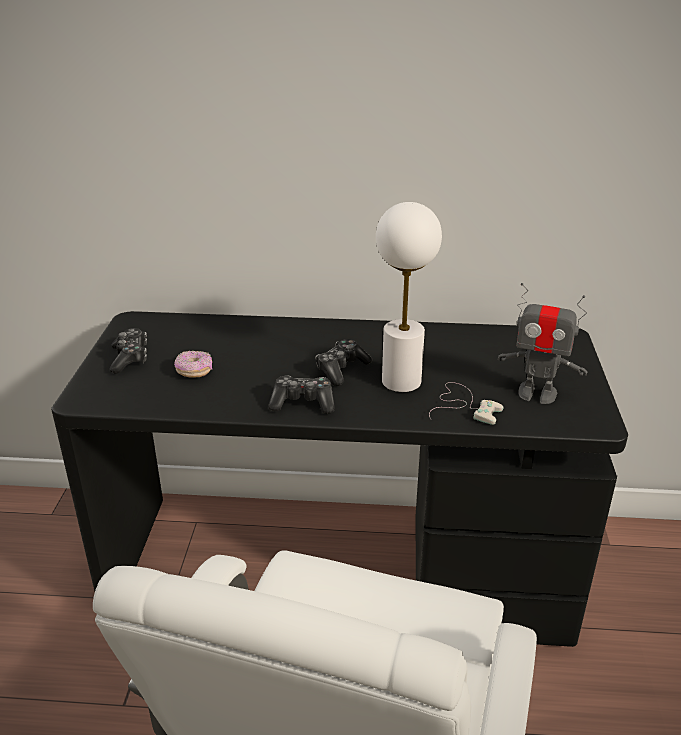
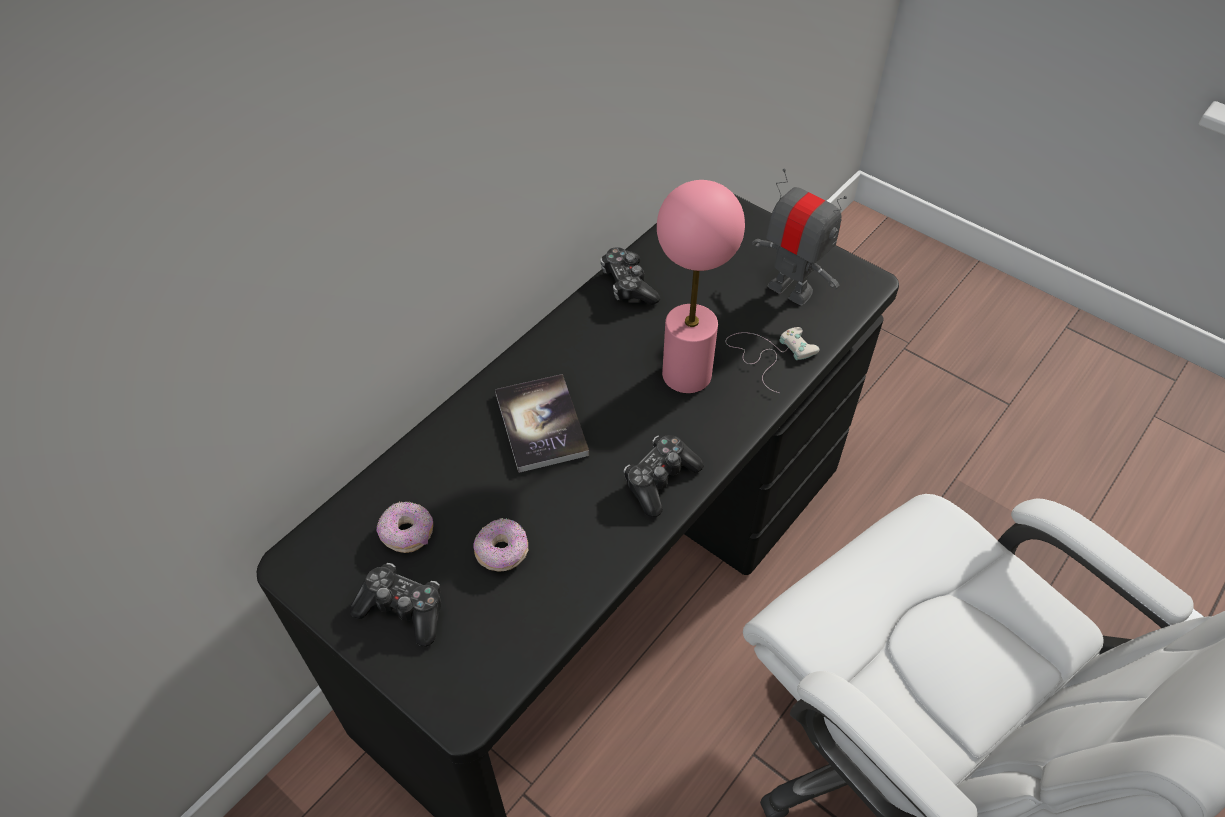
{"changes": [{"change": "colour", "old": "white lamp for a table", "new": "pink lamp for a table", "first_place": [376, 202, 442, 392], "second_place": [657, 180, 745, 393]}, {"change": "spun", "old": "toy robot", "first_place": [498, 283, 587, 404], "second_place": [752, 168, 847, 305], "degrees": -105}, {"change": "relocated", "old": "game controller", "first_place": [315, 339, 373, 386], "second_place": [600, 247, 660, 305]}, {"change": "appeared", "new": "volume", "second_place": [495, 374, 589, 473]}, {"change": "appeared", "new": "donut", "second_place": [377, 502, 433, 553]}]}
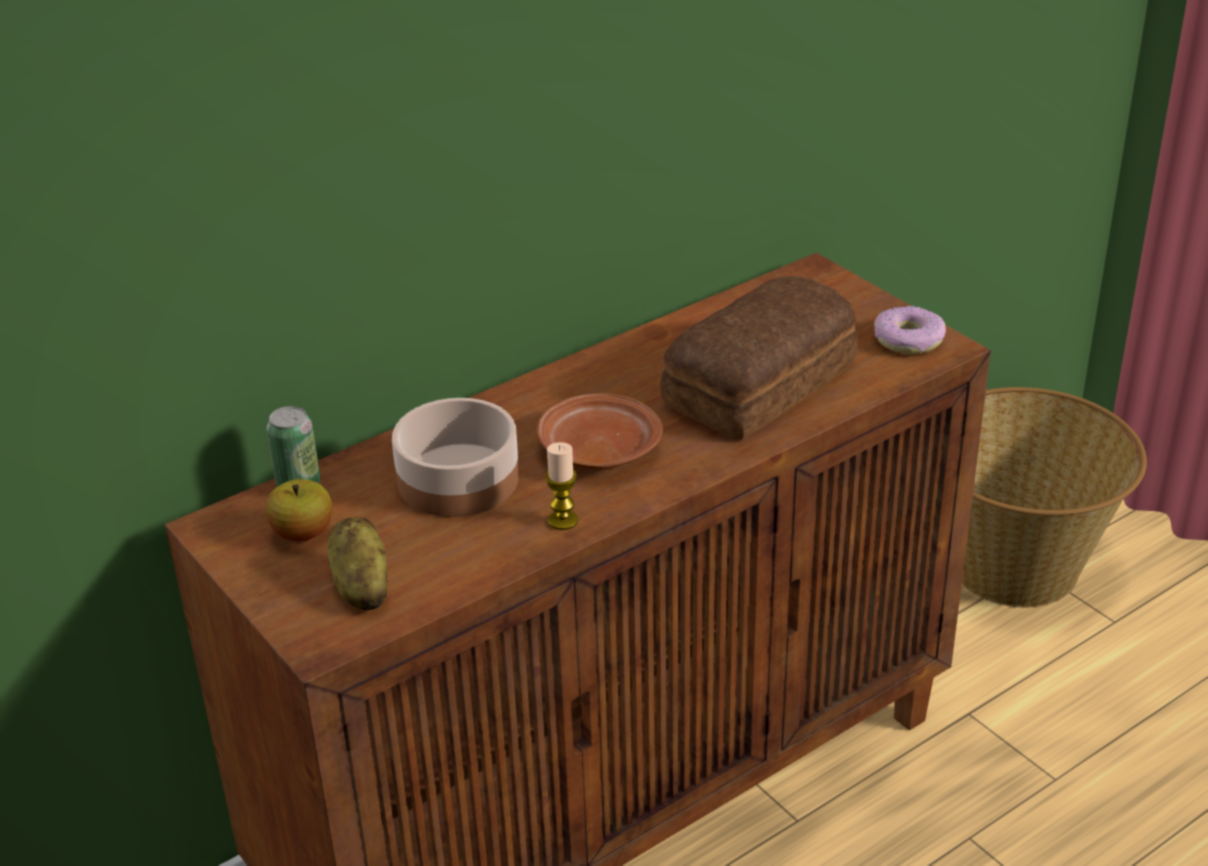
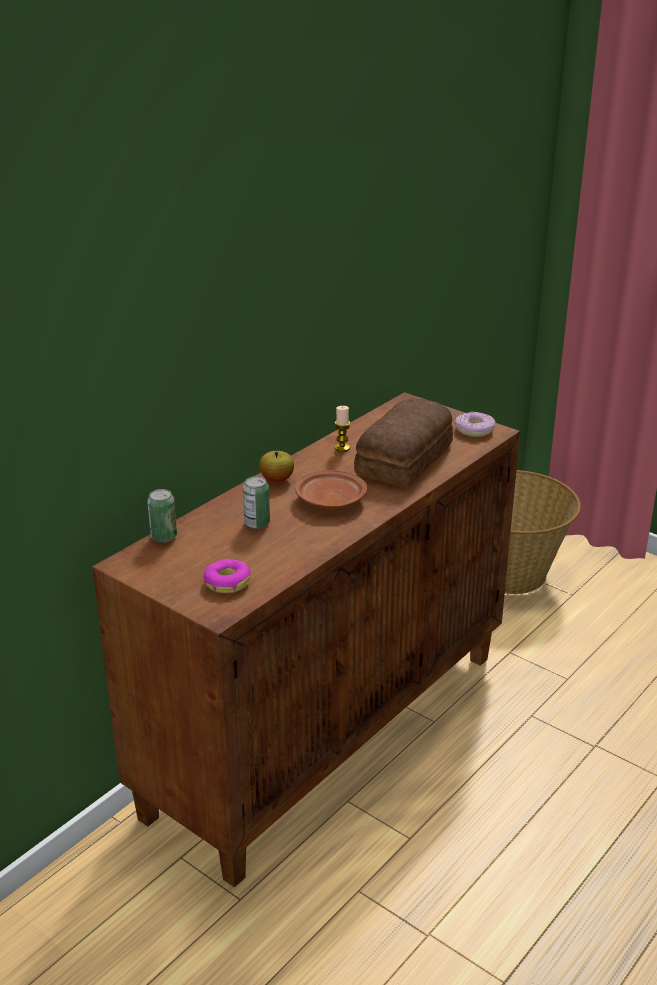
{"changes": [{"change": "exchanged", "old": "deep dish", "new": "sealed can", "first_place": [392, 398, 519, 517], "second_place": [243, 476, 270, 529]}, {"change": "relocated", "old": "wax candle", "first_place": [545, 442, 578, 530], "second_place": [335, 406, 350, 452]}, {"change": "relocated", "old": "apple", "first_place": [266, 479, 332, 541], "second_place": [259, 451, 294, 482]}, {"change": "exchanged", "old": "spud", "new": "donut", "first_place": [327, 517, 388, 610], "second_place": [203, 559, 251, 593]}]}
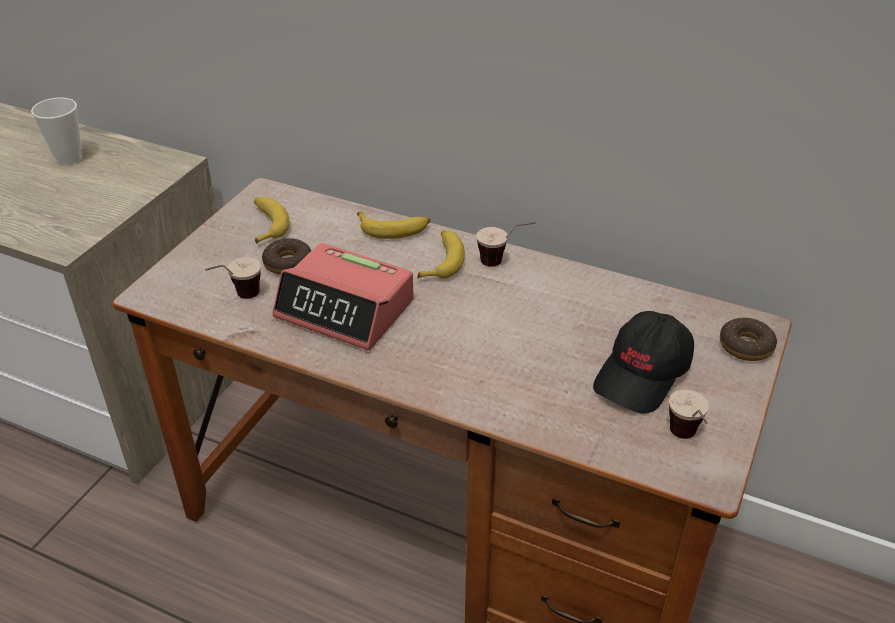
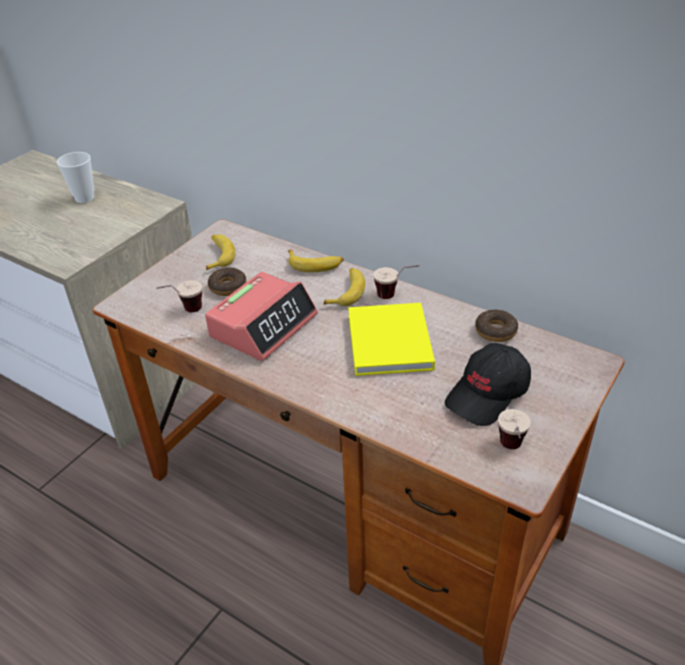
{"changes": [{"change": "spun", "old": "alarm clock", "first_place": [272, 243, 414, 350], "second_place": [205, 272, 318, 361], "degrees": -90}, {"change": "relocated", "old": "donut", "first_place": [720, 318, 777, 361], "second_place": [475, 310, 518, 342]}, {"change": "appeared", "new": "yellowish volume", "second_place": [348, 303, 435, 376]}]}
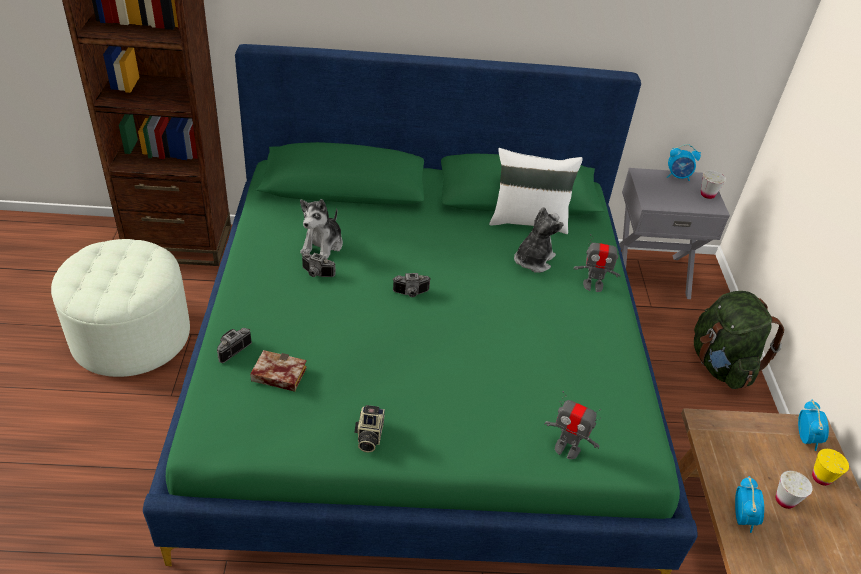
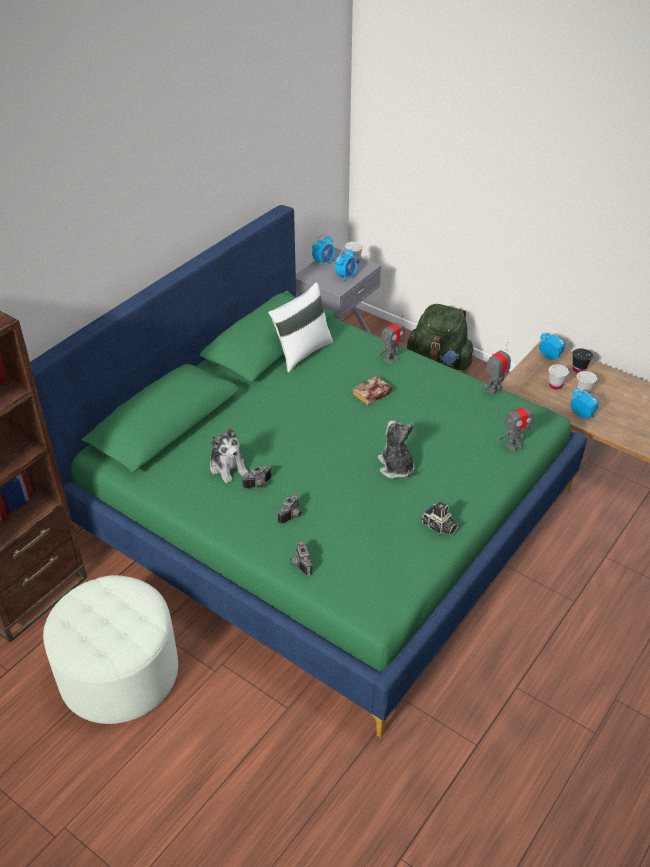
{"changes": [{"change": "relocated", "old": "cuddly toy", "first_place": [514, 207, 563, 273], "second_place": [378, 420, 415, 479]}, {"change": "relocated", "old": "still camera", "first_place": [393, 273, 431, 297], "second_place": [278, 493, 301, 524]}, {"change": "relocated", "old": "volume", "first_place": [250, 350, 307, 392], "second_place": [352, 376, 392, 406]}, {"change": "colour", "old": "yellowish drinking cup", "new": "black drinking cup", "first_place": [812, 449, 849, 486], "second_place": [573, 349, 593, 373]}, {"change": "appeared", "new": "alarm clock", "second_place": [335, 249, 357, 282]}, {"change": "appeared", "new": "toy robot", "second_place": [485, 342, 511, 395]}, {"change": "appeared", "new": "white drinking cup", "second_place": [549, 364, 569, 389]}]}
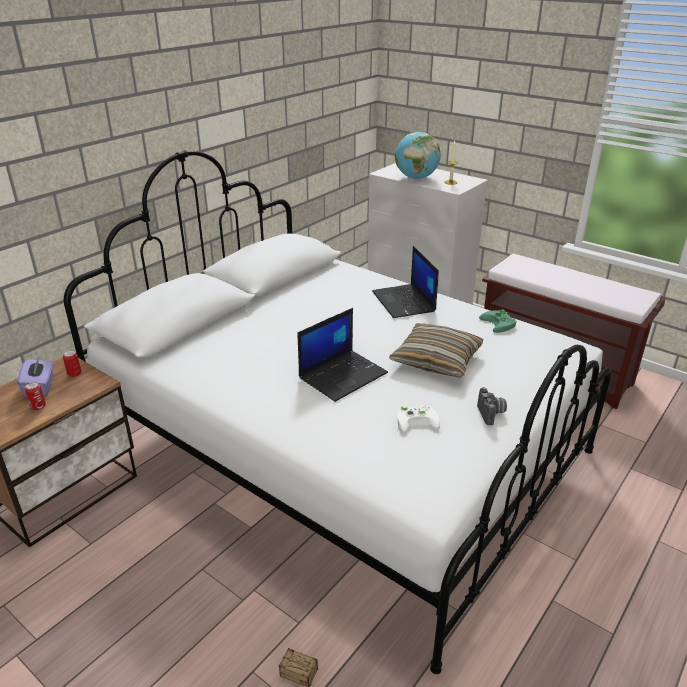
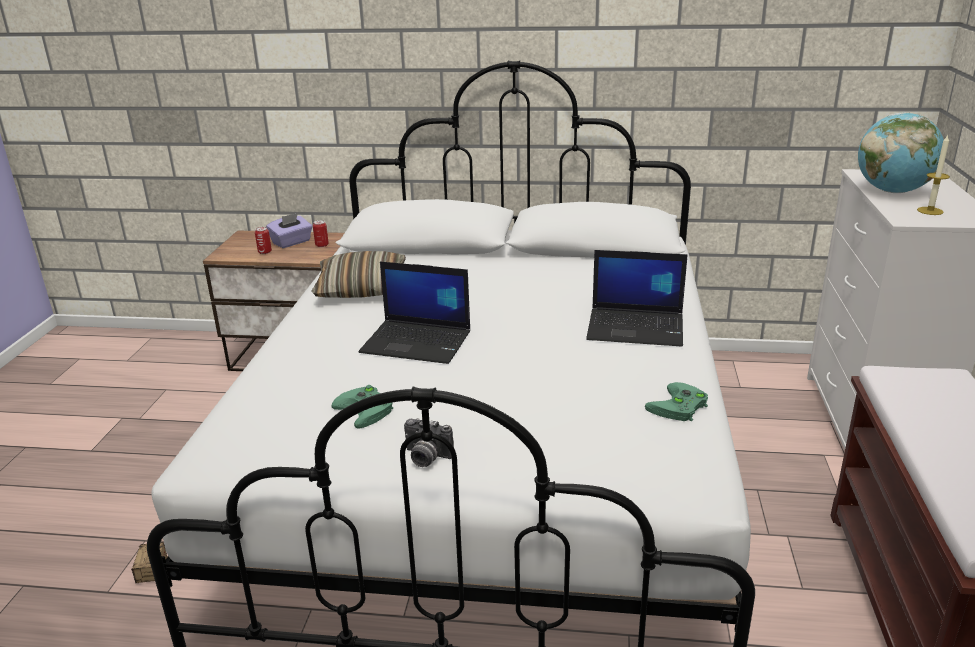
{"changes": [{"change": "spun", "old": "portable computer", "first_place": [372, 246, 439, 318], "second_place": [586, 250, 688, 347], "degrees": -120}, {"change": "relocated", "old": "pillow", "first_place": [389, 323, 483, 378], "second_place": [312, 251, 406, 298]}, {"change": "spun", "old": "still camera", "first_place": [477, 387, 507, 425], "second_place": [404, 418, 454, 467], "degrees": 60}, {"change": "colour", "old": "white game controller", "new": "green game controller", "first_place": [397, 404, 440, 433], "second_place": [332, 385, 393, 429]}]}
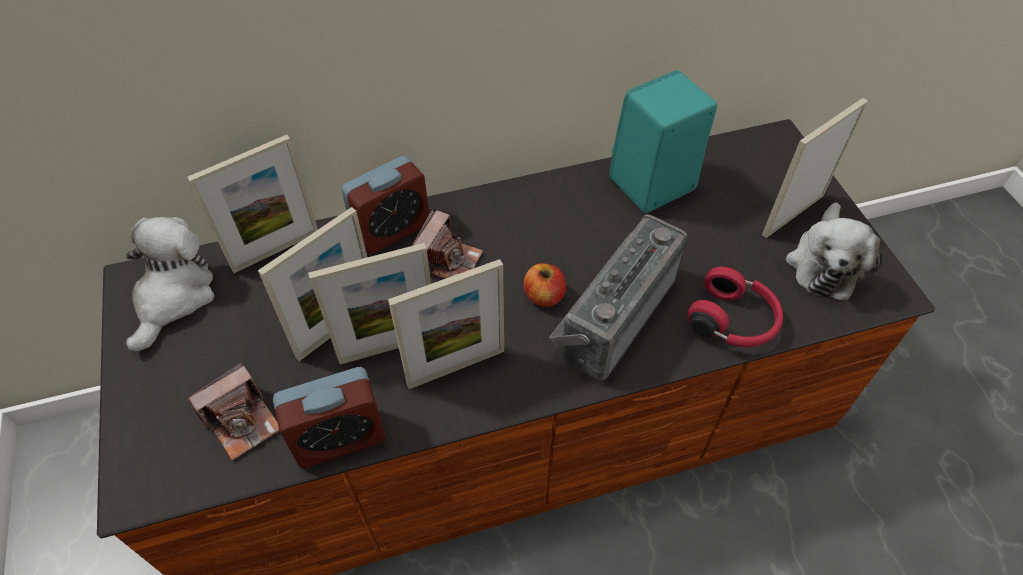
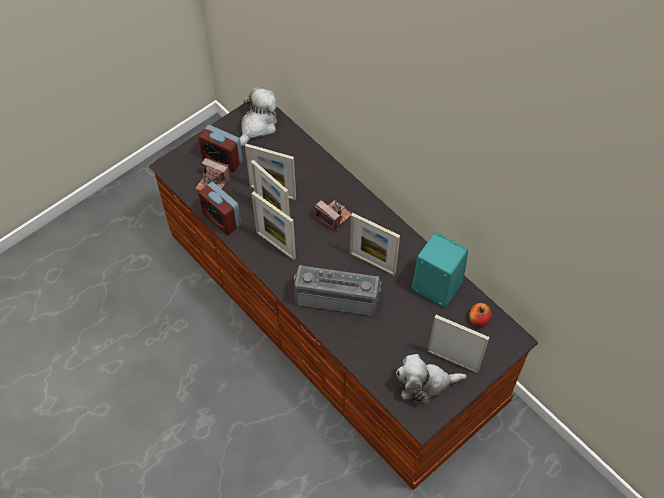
{"changes": [{"change": "relocated", "old": "standing frame", "first_place": [187, 135, 318, 273], "second_place": [350, 213, 400, 275]}, {"change": "relocated", "old": "alarm clock", "first_place": [341, 156, 429, 254], "second_place": [198, 125, 243, 172]}, {"change": "spun", "old": "still camera", "first_place": [412, 210, 483, 279], "second_place": [314, 200, 352, 231], "degrees": -135}, {"change": "spun", "old": "cuddly toy", "first_place": [125, 217, 215, 351], "second_place": [239, 87, 278, 146], "degrees": -45}, {"change": "relocated", "old": "apple", "first_place": [524, 263, 566, 307], "second_place": [469, 303, 492, 327]}, {"change": "missing", "old": "red pair of headphones", "first_place": [687, 266, 783, 347]}]}
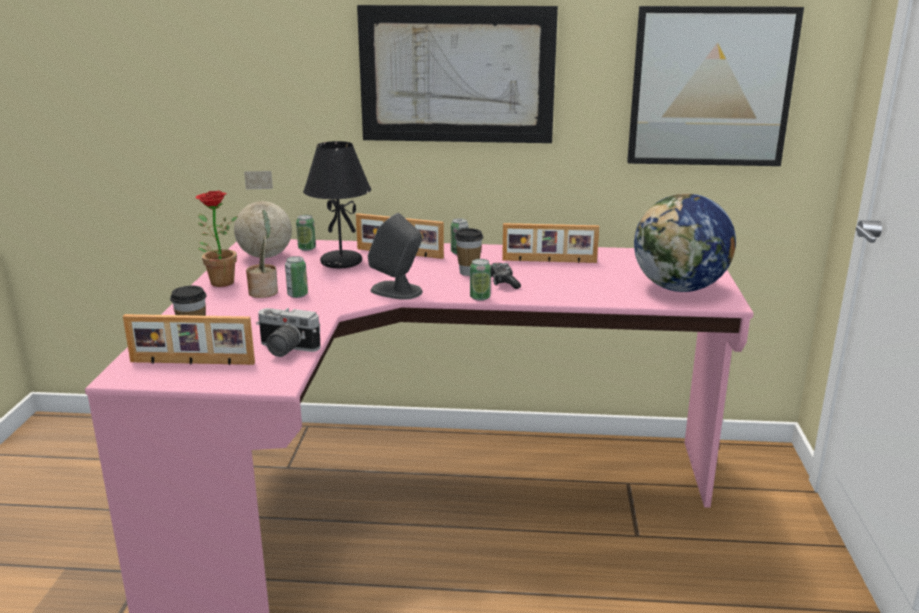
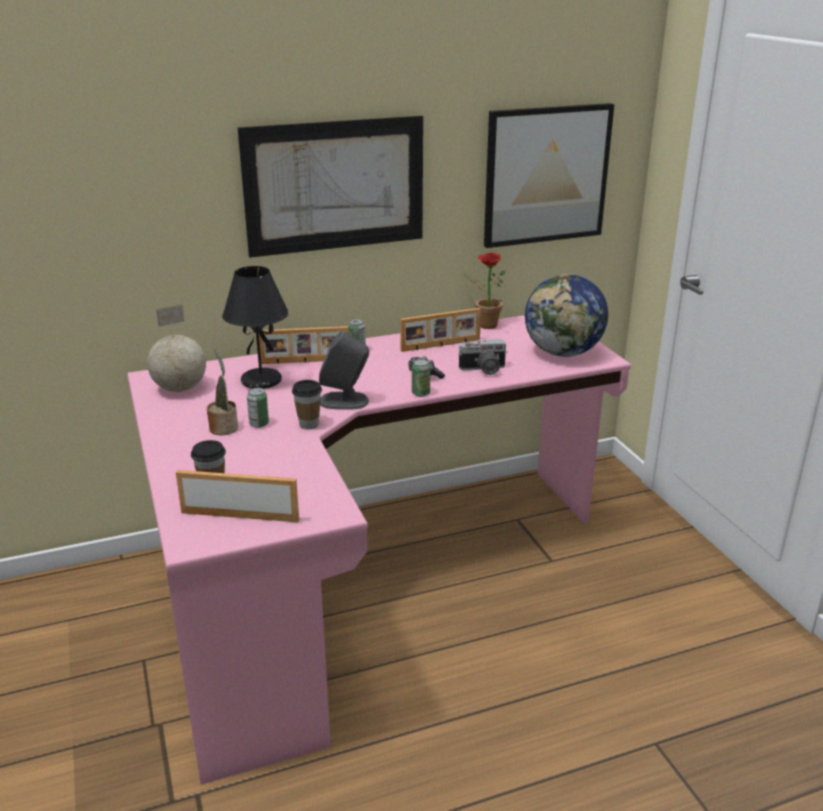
{"changes": [{"change": "relocated", "old": "potted plant", "first_place": [196, 191, 238, 287], "second_place": [461, 252, 505, 329]}, {"change": "missing", "old": "sealed can", "first_place": [296, 215, 316, 251]}, {"change": "relocated", "old": "drinking cup", "first_place": [454, 228, 483, 276], "second_place": [292, 380, 322, 429]}, {"change": "relocated", "old": "still camera", "first_place": [256, 308, 321, 357], "second_place": [459, 339, 508, 375]}, {"change": "spun", "old": "standing frame", "first_place": [123, 314, 255, 365], "second_place": [176, 470, 299, 522], "degrees": -150}]}
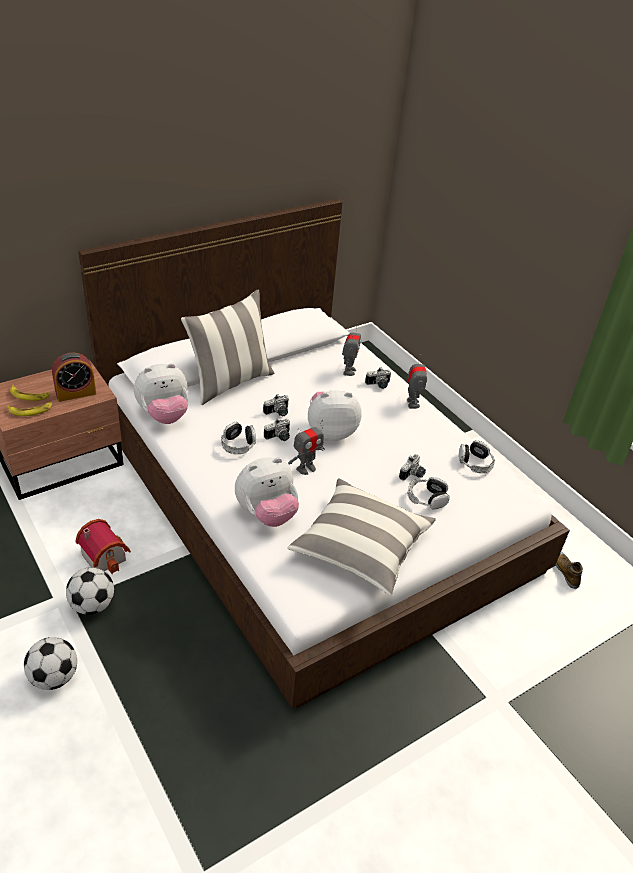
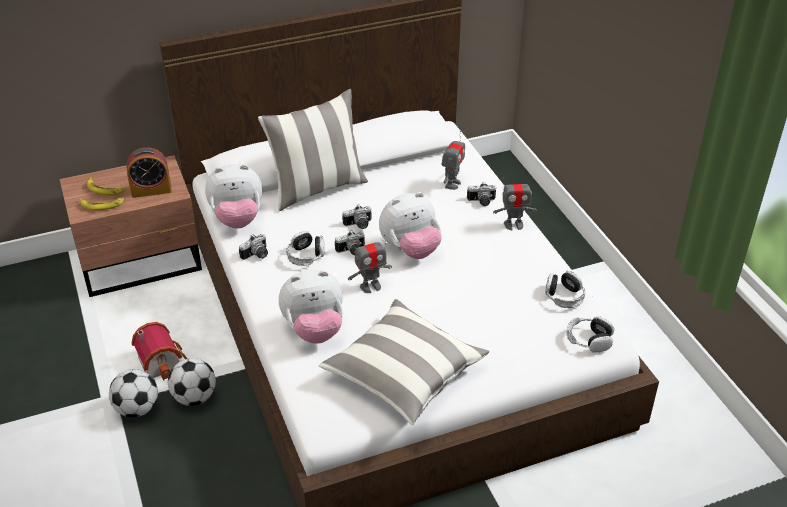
{"changes": [{"change": "spun", "old": "toy robot", "first_place": [407, 354, 427, 409], "second_place": [493, 178, 537, 230], "degrees": 75}, {"change": "spun", "old": "cuddly toy", "first_place": [308, 390, 362, 441], "second_place": [379, 192, 442, 259], "degrees": 150}, {"change": "relocated", "old": "still camera", "first_place": [399, 454, 426, 481], "second_place": [239, 234, 268, 260]}, {"change": "relocated", "old": "pair of headphones", "first_place": [408, 477, 450, 509], "second_place": [567, 316, 614, 353]}, {"change": "missing", "old": "item of footwear", "first_place": [555, 551, 583, 589]}, {"change": "relocated", "old": "ball for football", "first_place": [24, 637, 77, 690], "second_place": [168, 358, 216, 406]}]}
